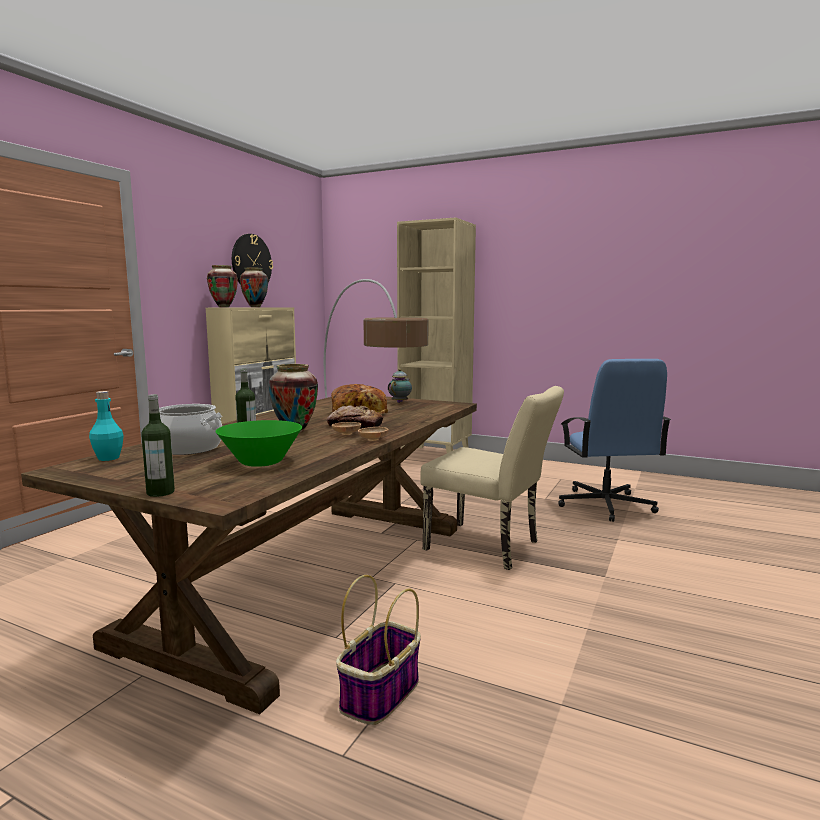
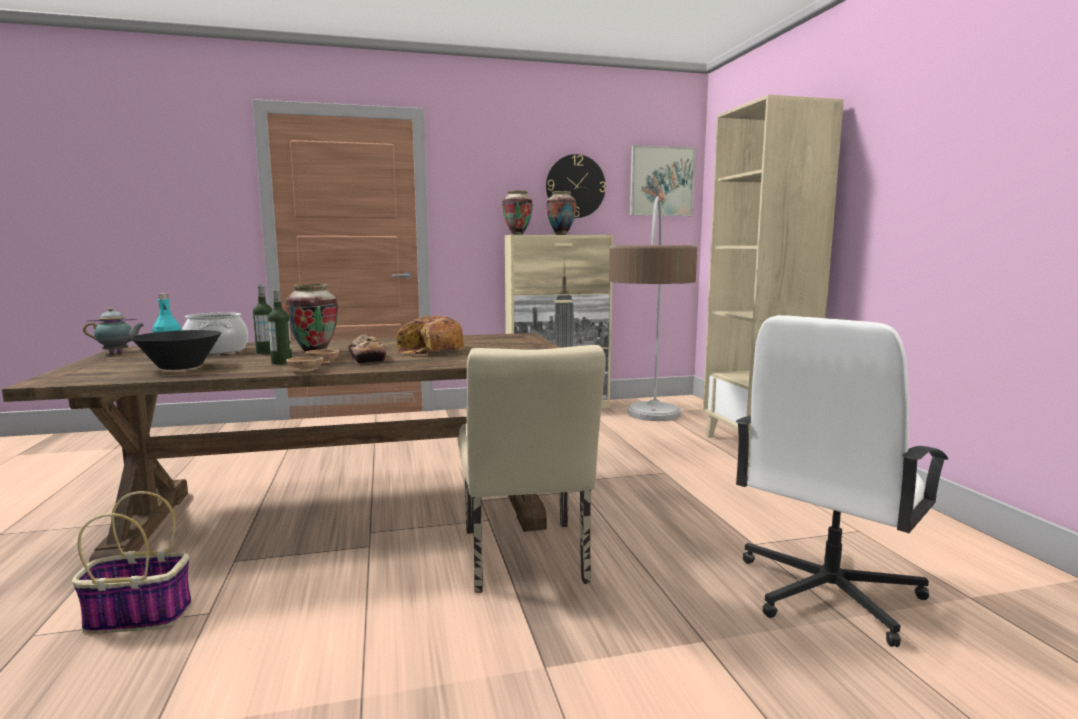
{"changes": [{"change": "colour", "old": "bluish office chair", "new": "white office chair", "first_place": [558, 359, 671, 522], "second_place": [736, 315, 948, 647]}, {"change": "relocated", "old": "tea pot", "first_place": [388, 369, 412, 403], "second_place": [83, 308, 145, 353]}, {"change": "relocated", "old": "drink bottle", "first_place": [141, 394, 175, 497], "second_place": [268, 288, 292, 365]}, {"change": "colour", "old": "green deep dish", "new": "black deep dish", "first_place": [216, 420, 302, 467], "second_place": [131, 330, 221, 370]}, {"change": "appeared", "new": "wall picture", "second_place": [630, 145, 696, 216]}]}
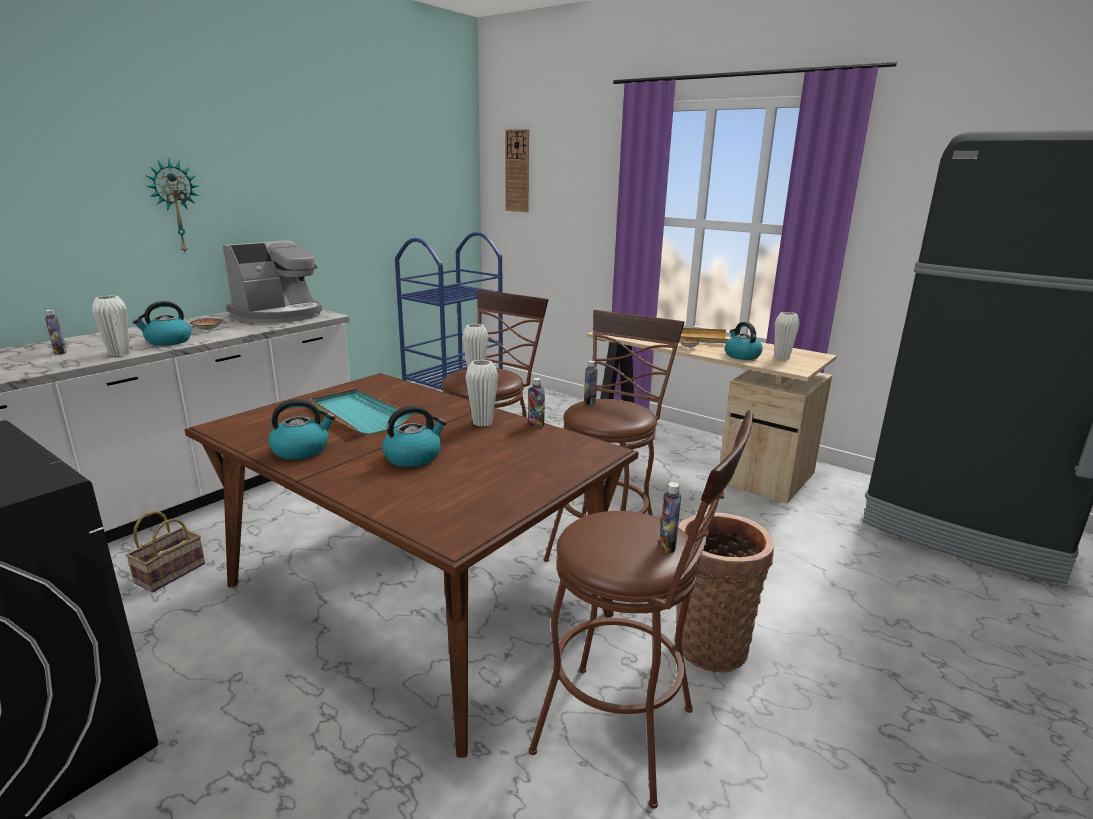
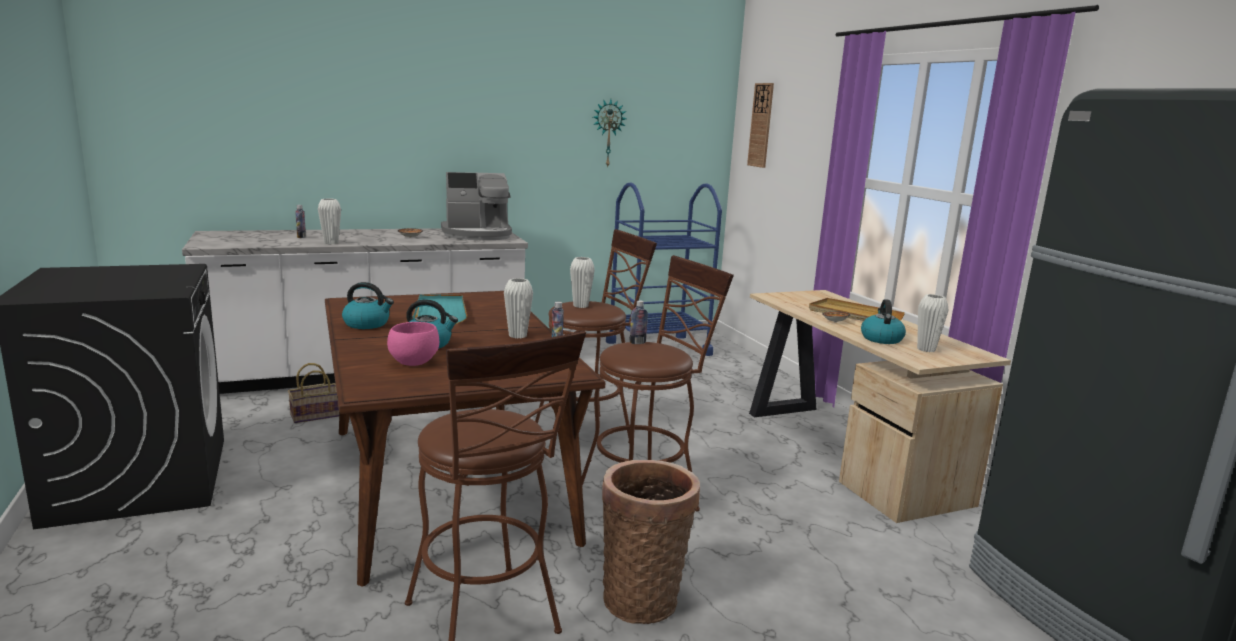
{"changes": [{"change": "relocated", "old": "wall clock", "first_place": [146, 159, 199, 252], "second_place": [593, 99, 627, 168]}, {"change": "missing", "old": "kettle", "first_place": [133, 301, 191, 346]}, {"change": "missing", "old": "drink bottle", "first_place": [659, 482, 681, 553]}, {"change": "appeared", "new": "pink deep dish", "second_place": [387, 322, 439, 366]}]}
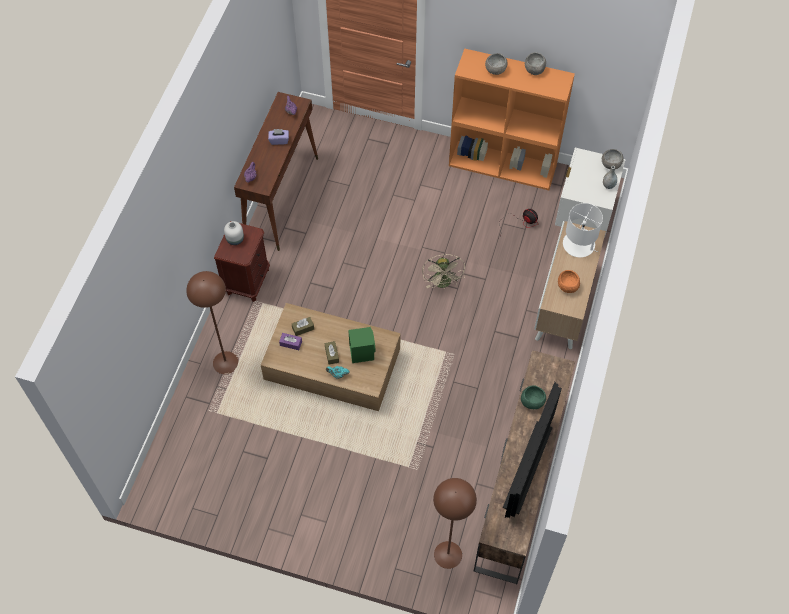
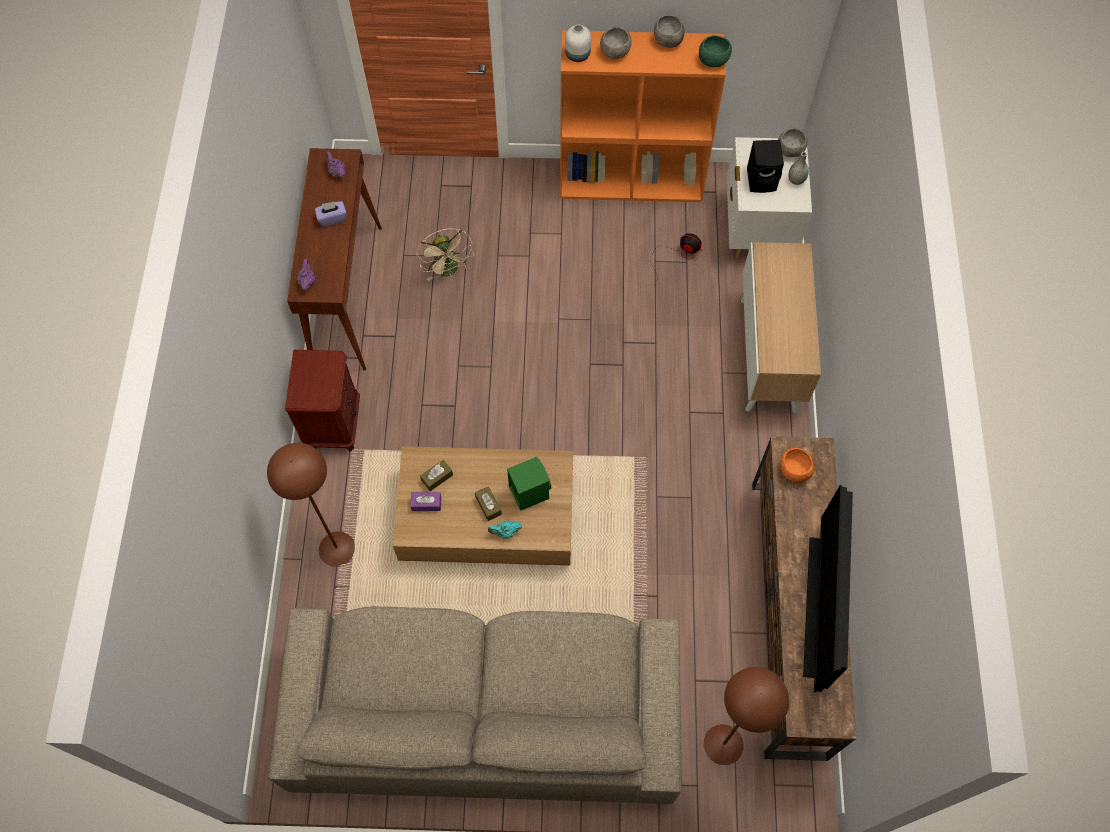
{"changes": [{"change": "missing", "old": "white lamp for a table", "first_place": [563, 203, 603, 257]}, {"change": "relocated", "old": "white decorative vase", "first_place": [224, 221, 244, 245], "second_place": [565, 25, 591, 62]}, {"change": "relocated", "old": "beige-coloured cooling fan", "first_place": [422, 254, 465, 289], "second_place": [416, 229, 474, 281]}, {"change": "relocated", "old": "orange deep dish", "first_place": [558, 270, 580, 293], "second_place": [780, 448, 815, 482]}, {"change": "relocated", "old": "green deep dish", "first_place": [521, 386, 546, 409], "second_place": [699, 35, 732, 67]}, {"change": "appeared", "new": "black loudspeaker", "second_place": [747, 140, 784, 193]}, {"change": "appeared", "new": "beige-coloured couch", "second_place": [268, 606, 682, 804]}]}
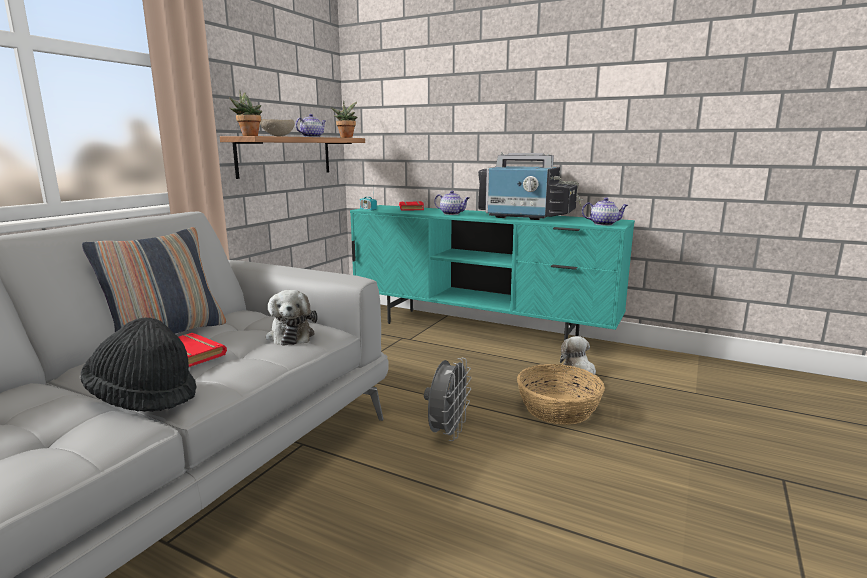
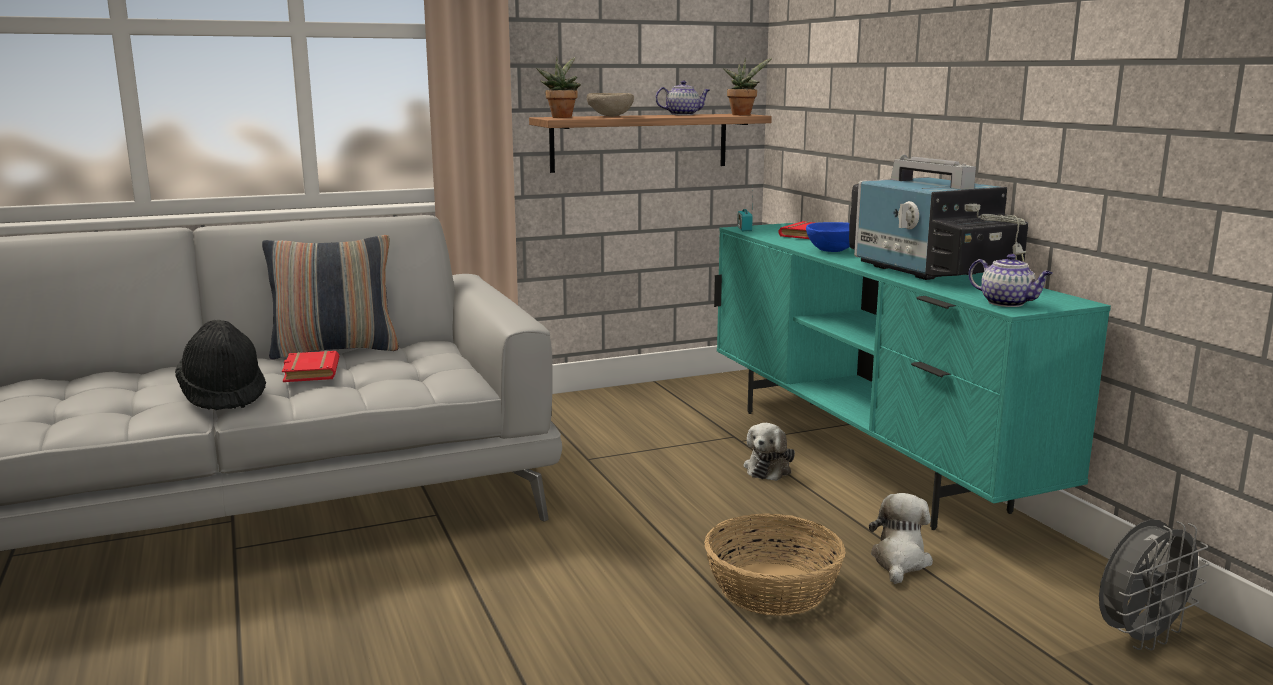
{"changes": [{"change": "exchanged", "old": "tea pot", "new": "bluish deep dish", "first_place": [434, 191, 470, 215], "second_place": [806, 222, 850, 252]}, {"change": "relocated", "old": "cuddly toy", "first_place": [266, 290, 318, 346], "second_place": [744, 423, 795, 481]}, {"change": "relocated", "old": "greyish cooling fan", "first_place": [424, 357, 472, 441], "second_place": [1099, 519, 1209, 651]}]}
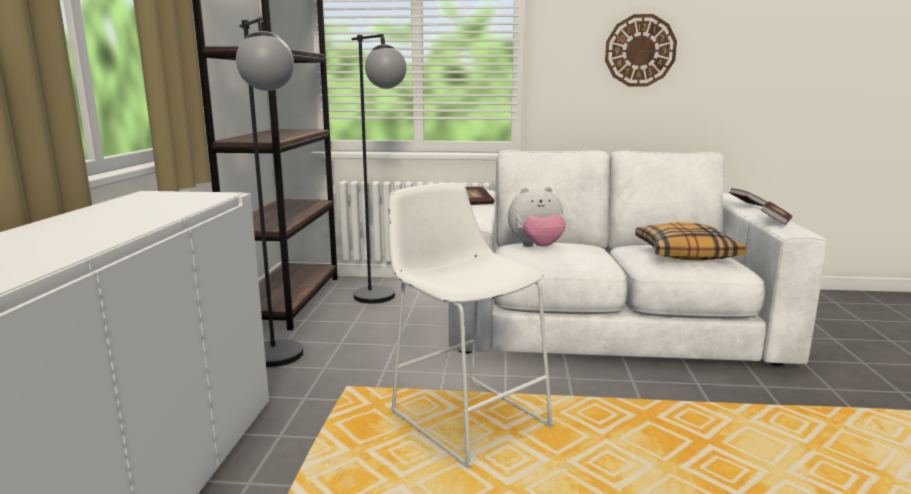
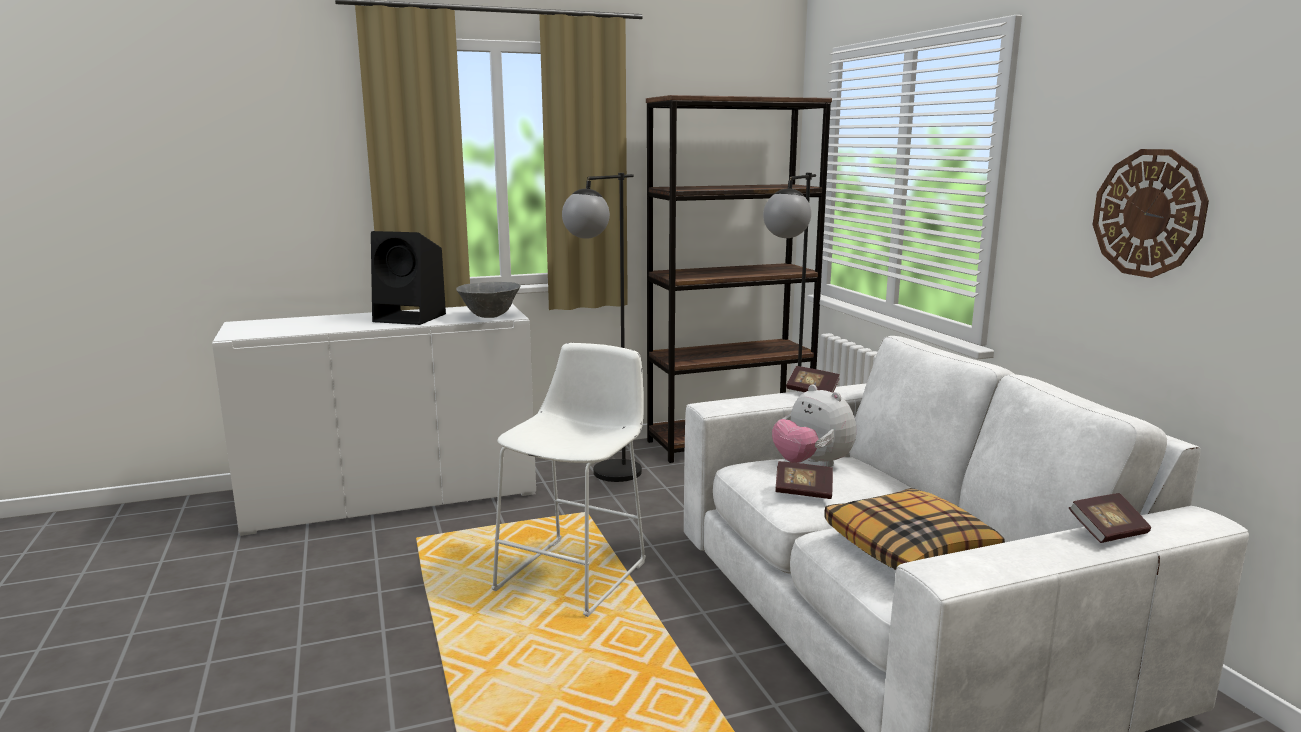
{"changes": [{"change": "relocated", "old": "volume", "first_place": [761, 201, 793, 225], "second_place": [775, 461, 833, 499]}, {"change": "appeared", "new": "black loudspeaker", "second_place": [371, 231, 446, 325]}, {"change": "appeared", "new": "greyish deep dish", "second_place": [456, 282, 521, 318]}]}
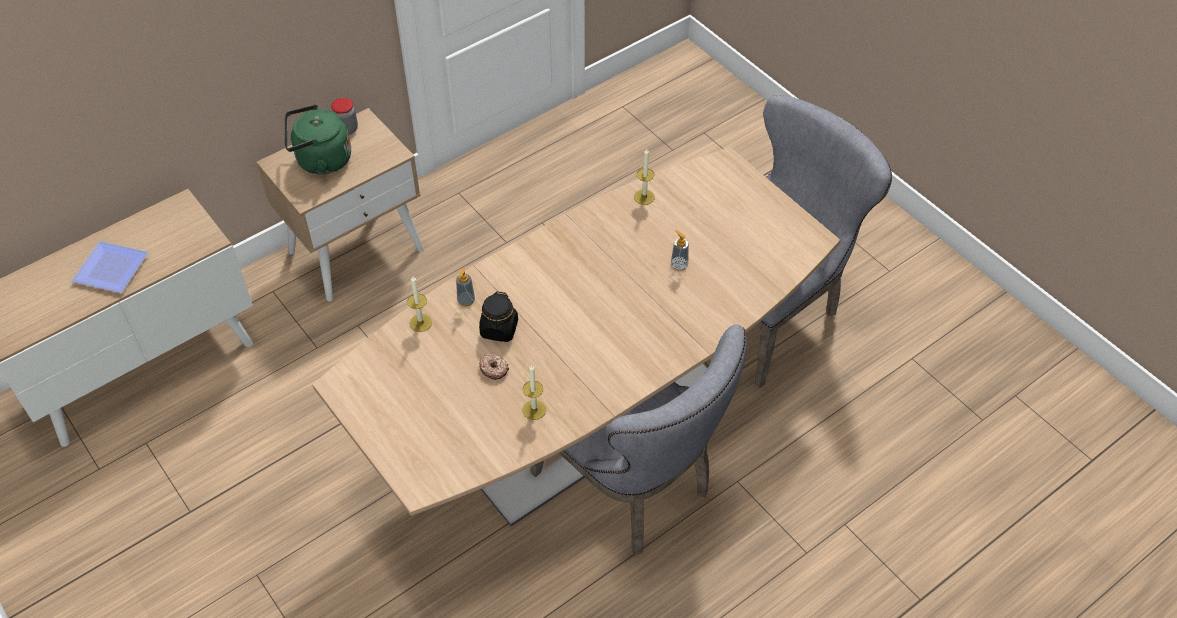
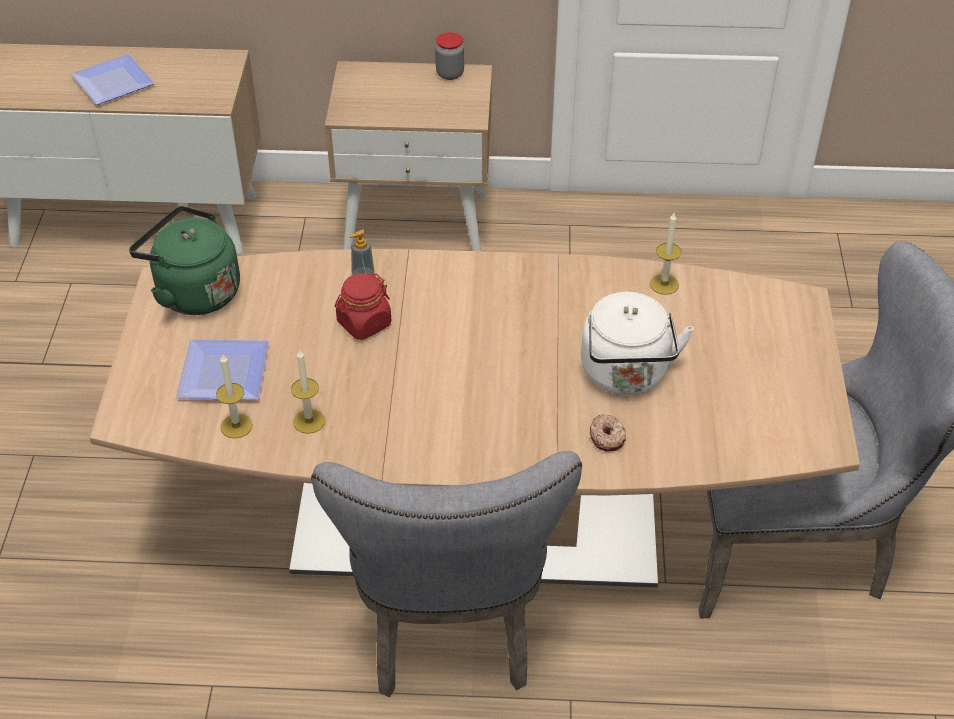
{"changes": [{"change": "relocated", "old": "green kettle", "first_place": [285, 105, 351, 175], "second_place": [129, 206, 240, 315]}, {"change": "exchanged", "old": "liquid soap bottle", "new": "white kettle", "first_place": [671, 230, 689, 271], "second_place": [581, 292, 694, 395]}, {"change": "relocated", "old": "wax candle", "first_place": [407, 275, 432, 332], "second_place": [216, 355, 253, 439]}, {"change": "colour", "old": "black preserve jar", "new": "red preserve jar", "first_place": [479, 291, 518, 342], "second_place": [335, 273, 391, 340]}, {"change": "relocated", "old": "donut", "first_place": [479, 354, 509, 380], "second_place": [590, 414, 626, 451]}, {"change": "appeared", "new": "flat dish", "second_place": [176, 339, 269, 400]}]}
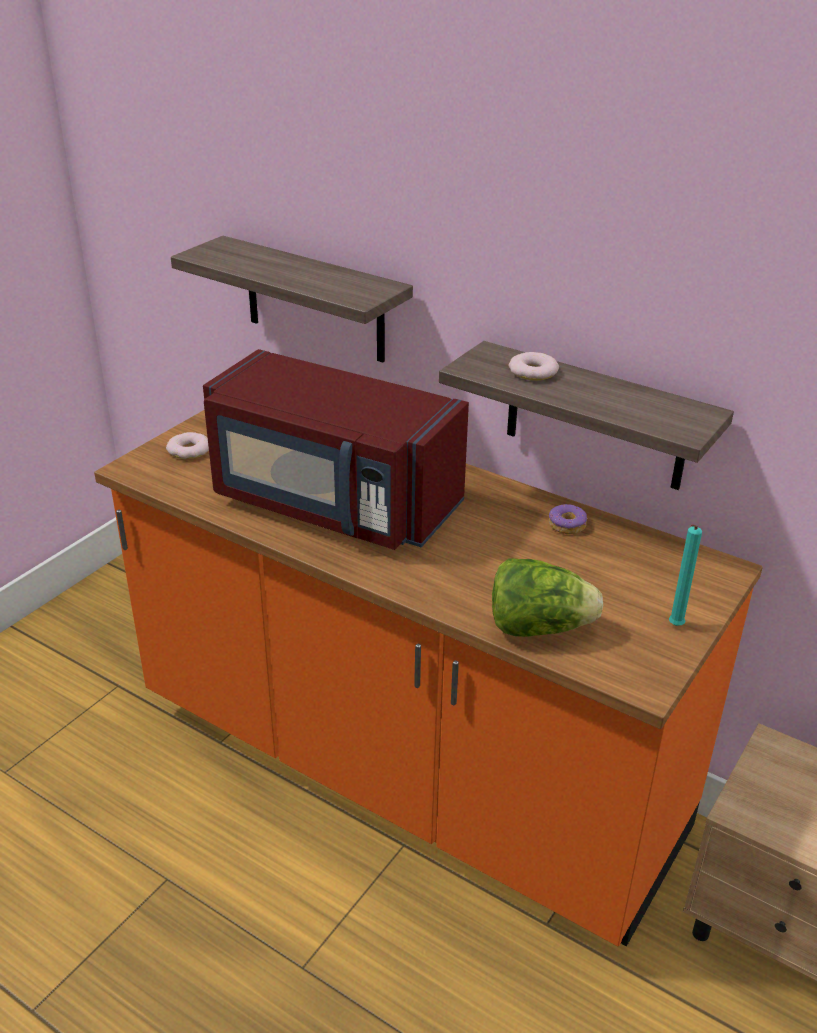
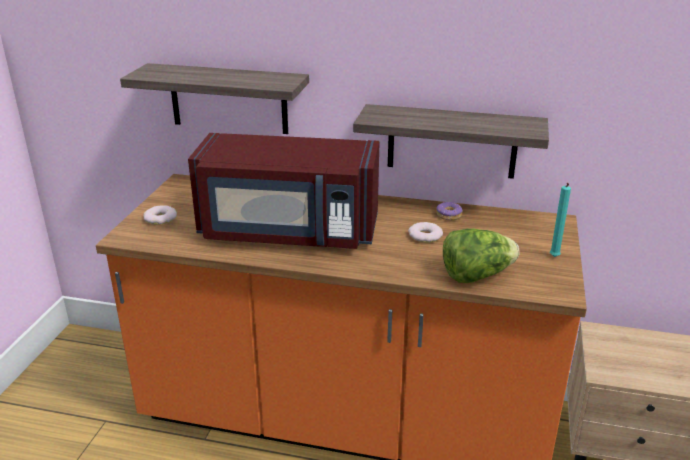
{"changes": [{"change": "relocated", "old": "donut", "first_place": [508, 352, 559, 381], "second_place": [408, 222, 443, 243]}]}
